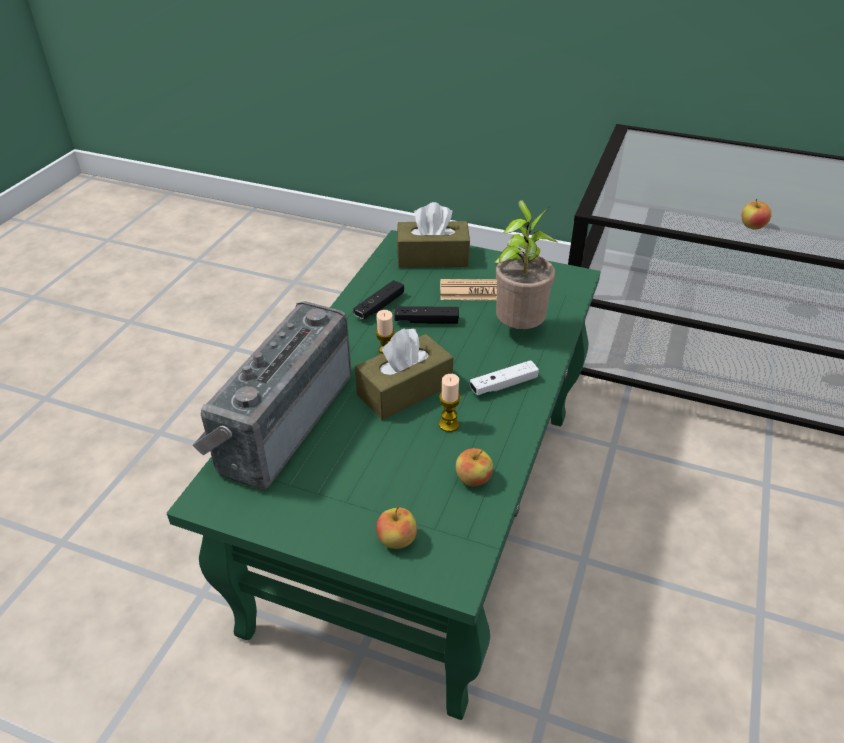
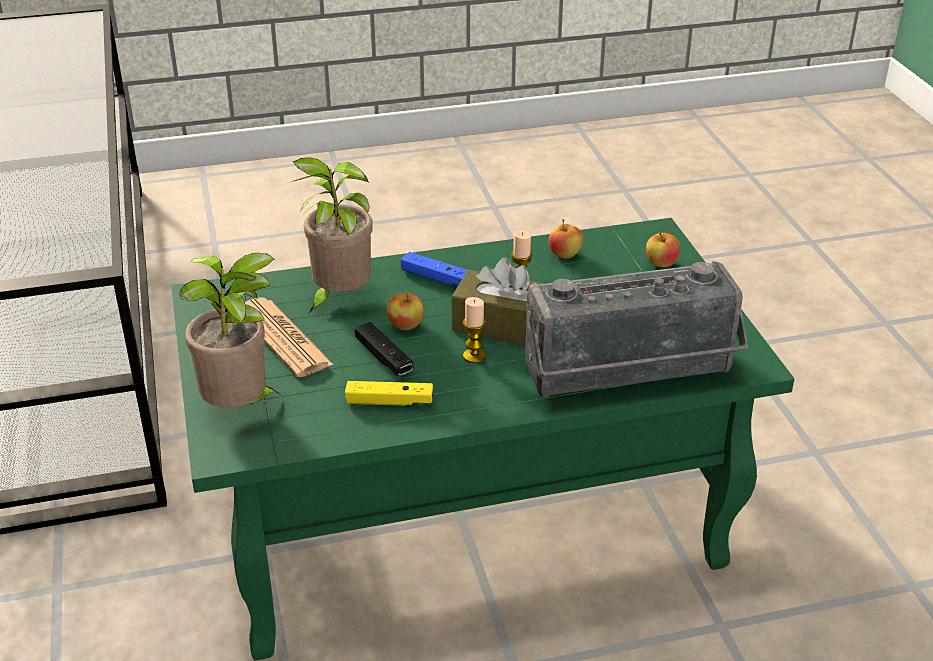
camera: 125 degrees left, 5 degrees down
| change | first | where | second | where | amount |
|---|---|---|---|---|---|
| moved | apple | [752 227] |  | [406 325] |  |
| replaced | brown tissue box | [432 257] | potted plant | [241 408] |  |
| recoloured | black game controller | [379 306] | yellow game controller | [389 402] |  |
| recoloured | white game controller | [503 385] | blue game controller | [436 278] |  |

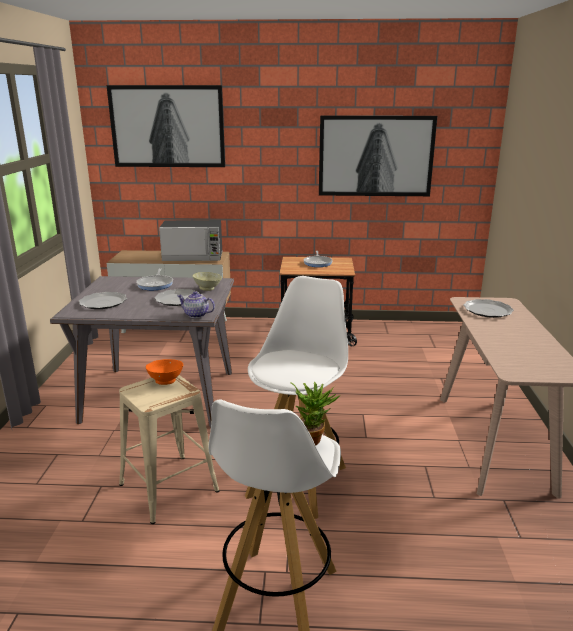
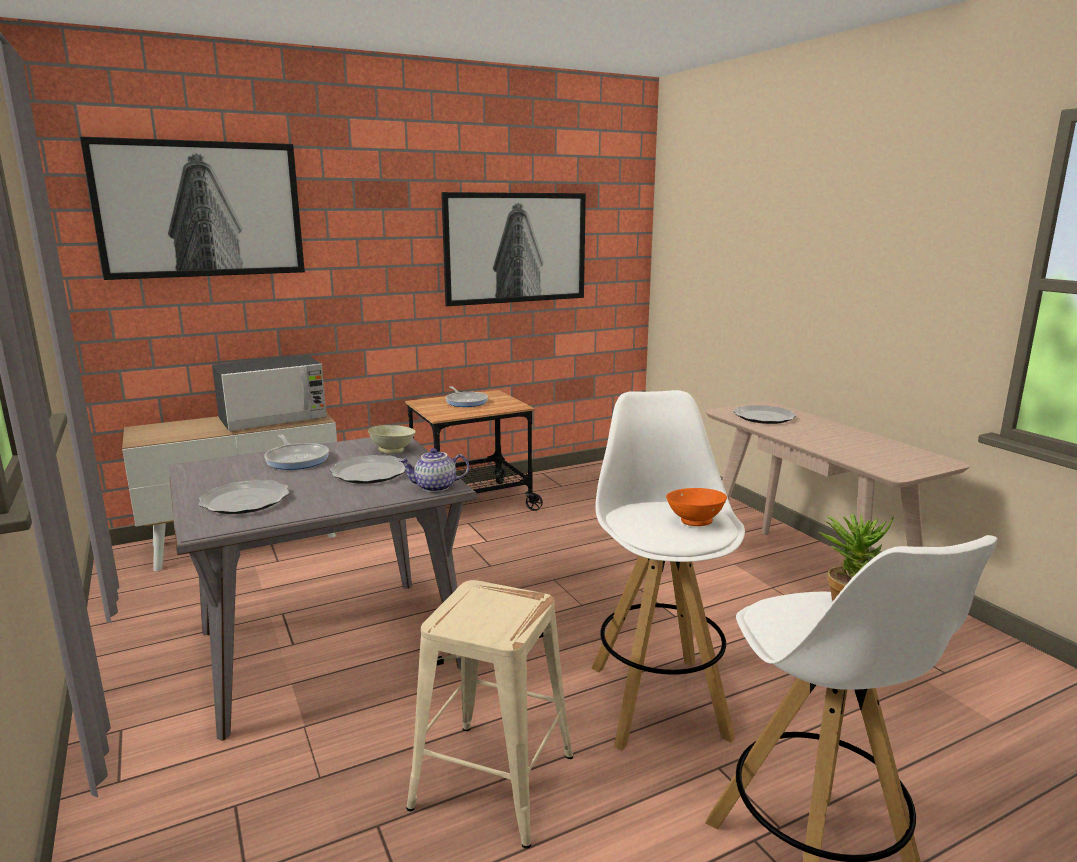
camera: 30 degrees left, 5 degrees down
| change | first | where | second | where | amount |
|---|---|---|---|---|---|
| moved | orange bowl | [166 381] |  | [695 521] |  |

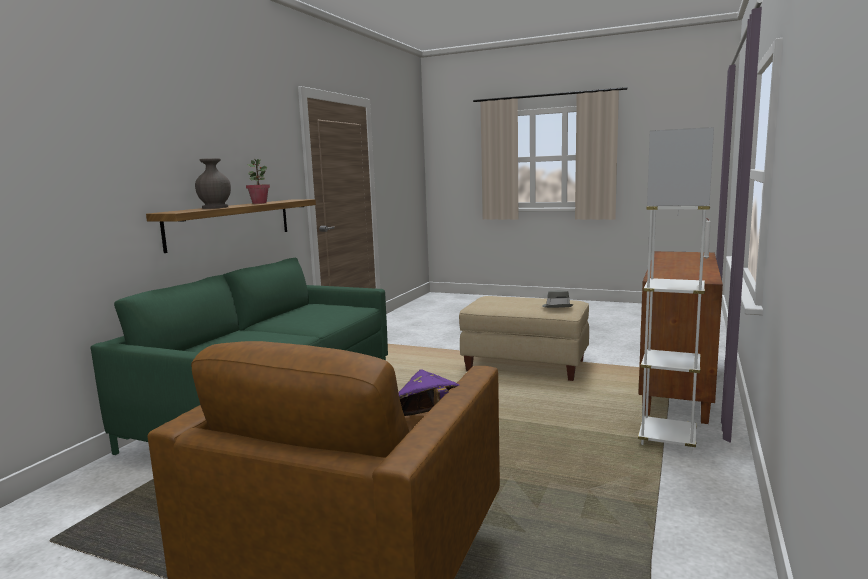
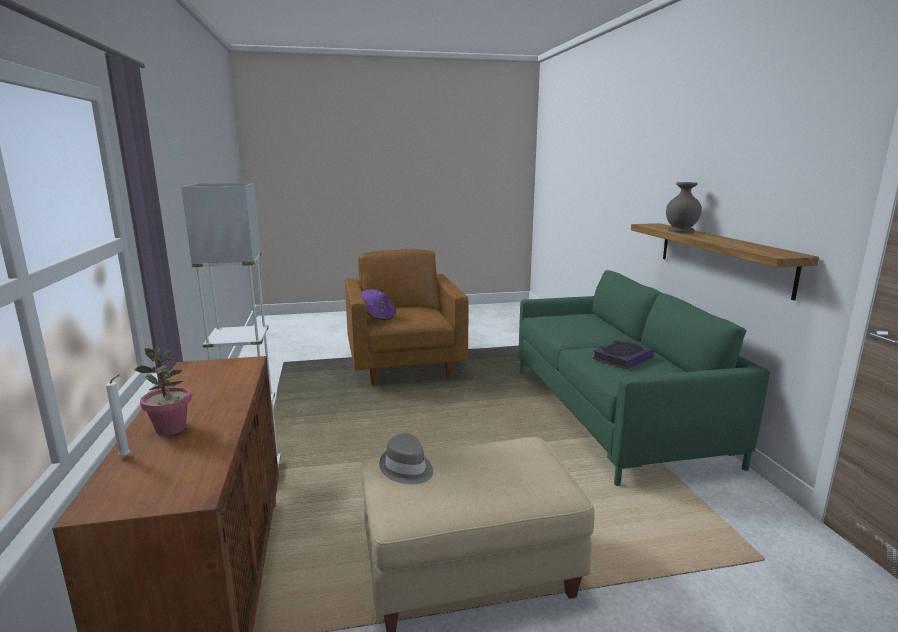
camera: 145 degrees right, 5 degrees up
| change | first | where | second | where | amount |
|---|---|---|---|---|---|
| added |  |  | book | [622 358] |  |
| moved | potted plant | [259 203] |  | [171 429] |  |

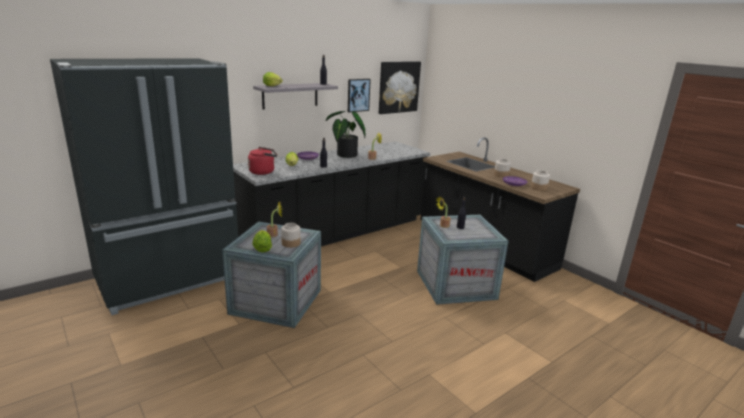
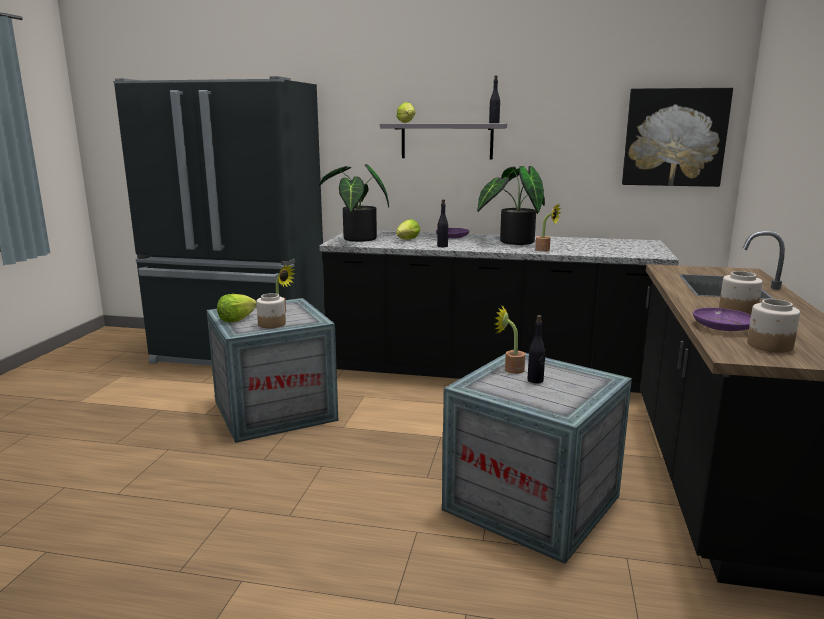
camera: 50 degrees right, 5 degrees down
| change | first | where | second | where | amount |
|---|---|---|---|---|---|
| removed | picture | [358 95] |  |  |  |
| replaced | red kettle | [263 172] | potted plant | [357 239] |  |

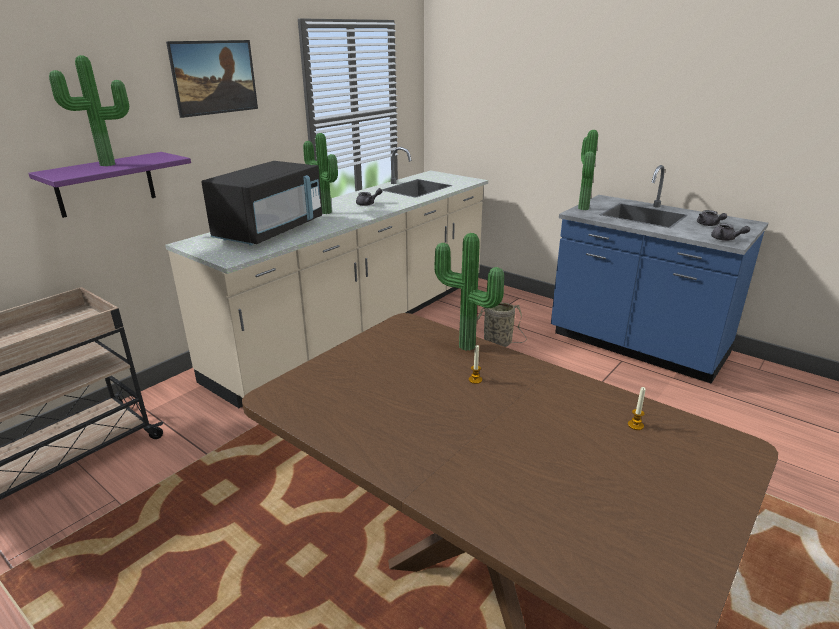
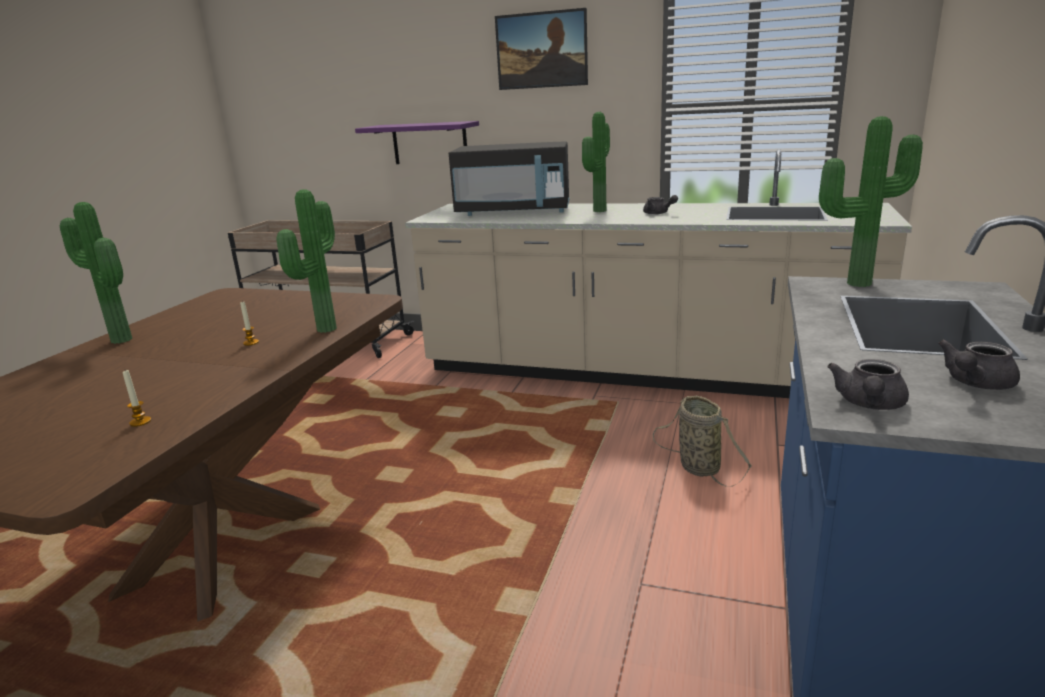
camera: 70 degrees right, 5 degrees down
| change | first | where | second | where | amount |
|---|---|---|---|---|---|
| moved | potted plant | [108 165] |  | [117 341] |  |

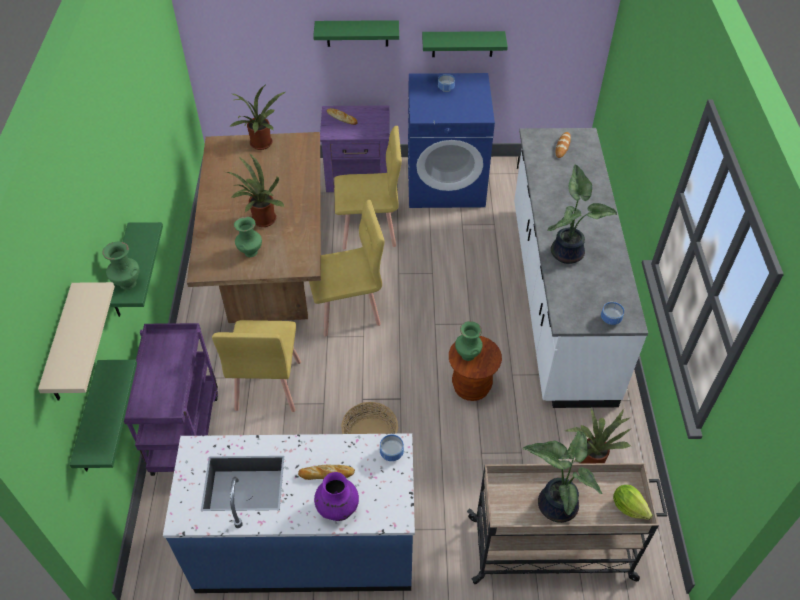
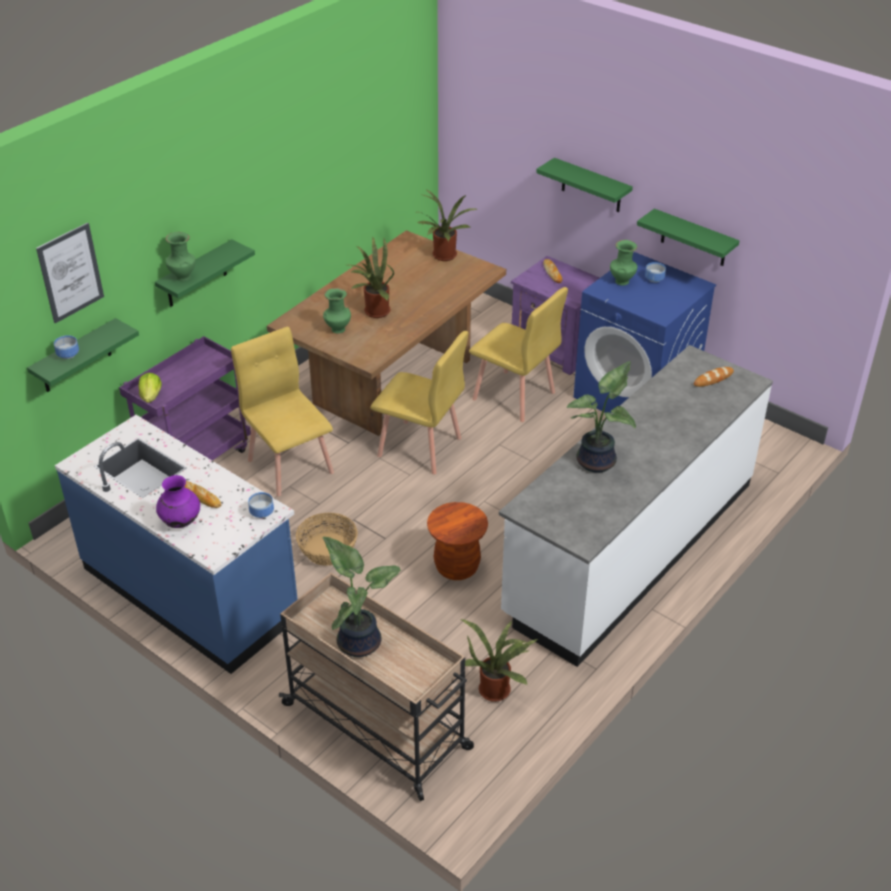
camera: 40 degrees right, 10 degrees down
| change | first | where | second | where | amount |
|---|---|---|---|---|---|
| moved | green vase | [467 355] |  | [621 281] |  |
| moved | bowl | [609 319] |  | [68 354] |  |
| moved | lettuce | [628 507] |  | [151 396] |  |
| replaced | beige shelf | [62 347] | picture | [70 272] |  |
| turned | yellow chair | [267 386] |  | [290 465] | 105 degrees clockwise |

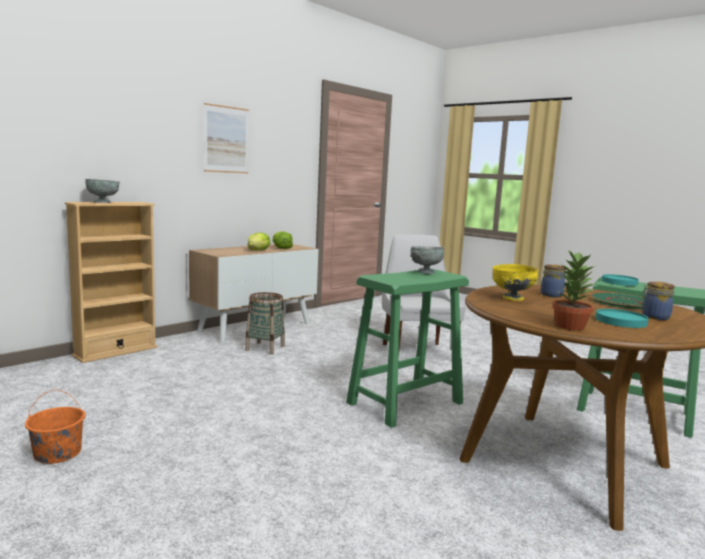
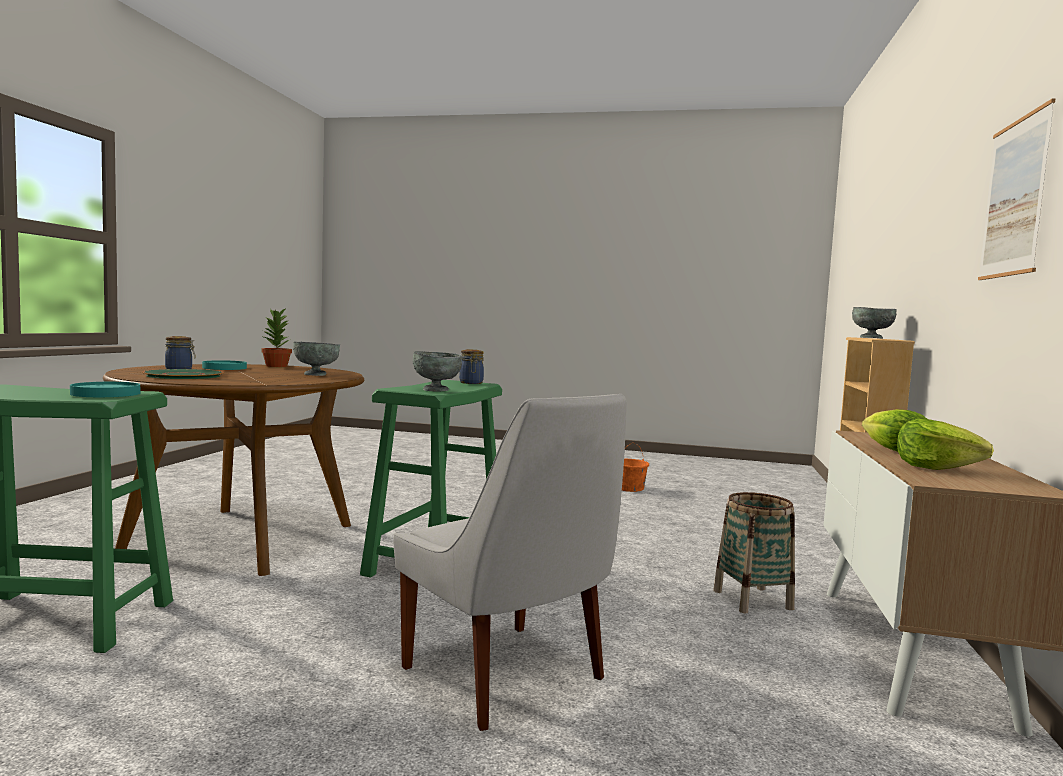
camera: 150 degrees right, 5 degrees down
| change | first | where | second | where | amount |
|---|---|---|---|---|---|
| moved | jar | [551 295] |  | [471 383] |  |
| recoloured | yellow bowl | [512 298] | grey bowl | [316 374] |  |

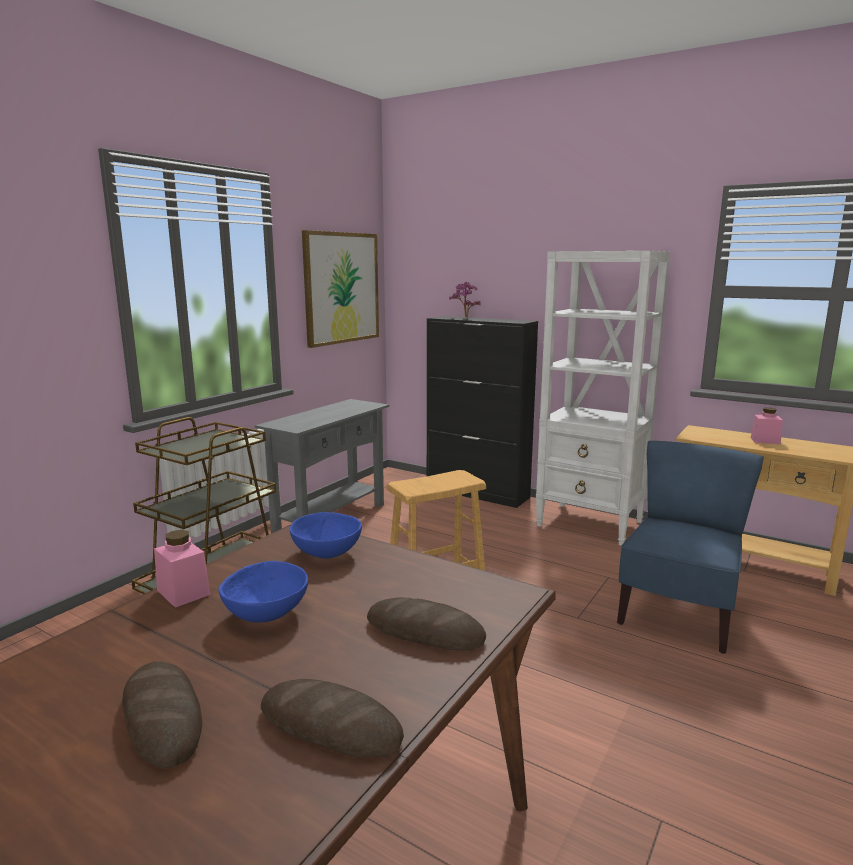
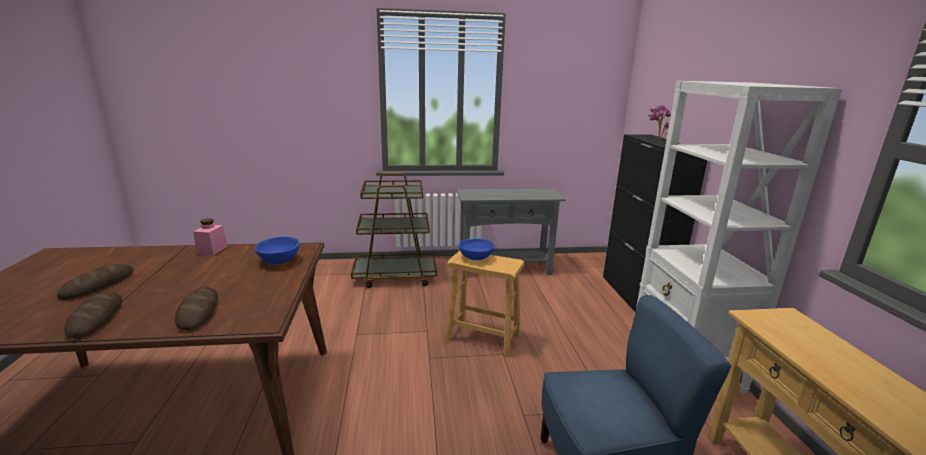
camera: 50 degrees right, 5 degrees up
| change | first | where | second | where | amount |
|---|---|---|---|---|---|
| removed | picture | [341 288] |  |  |  |
| removed | pink jar | [765 441] |  |  |  |
| moved | blue bowl | [266 614] |  | [475 258] |  |

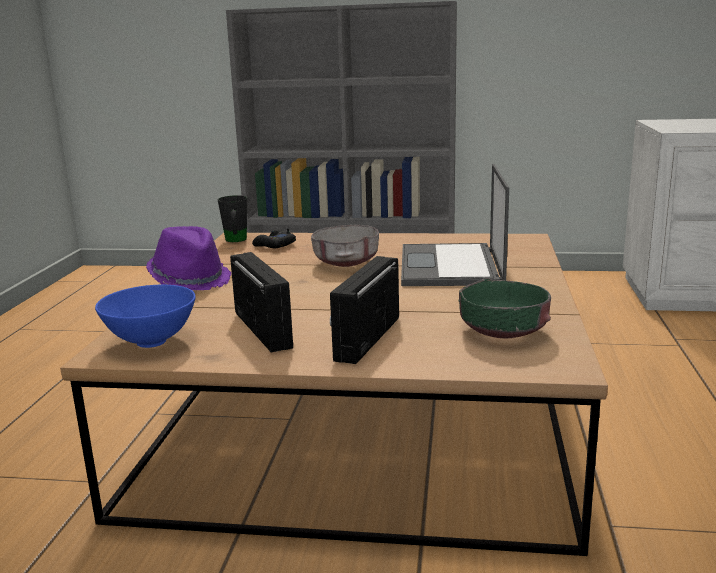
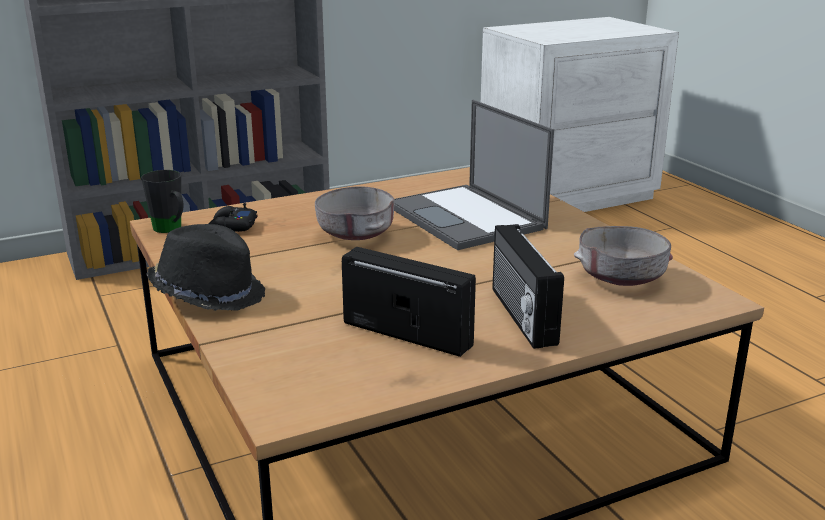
camera: 35 degrees left, 5 degrees up
| change | first | where | second | where | amount |
|---|---|---|---|---|---|
| removed | blue bowl | [150 341] |  |  |  |
| recoloured | purple hat | [190 280] | black hat | [209 294] |  |
| recoloured | green bowl | [503 332] | grey bowl | [621 278] |  |

